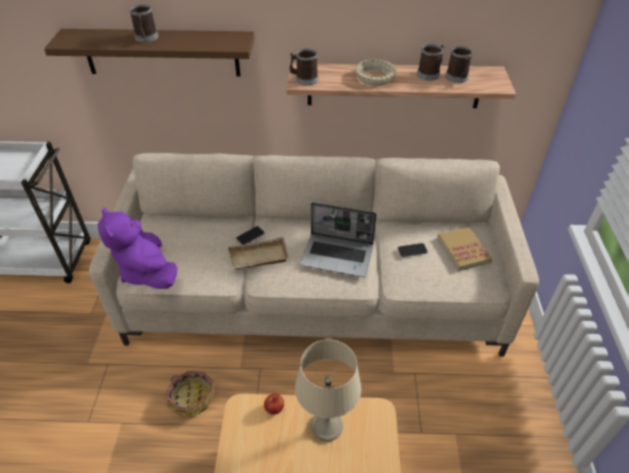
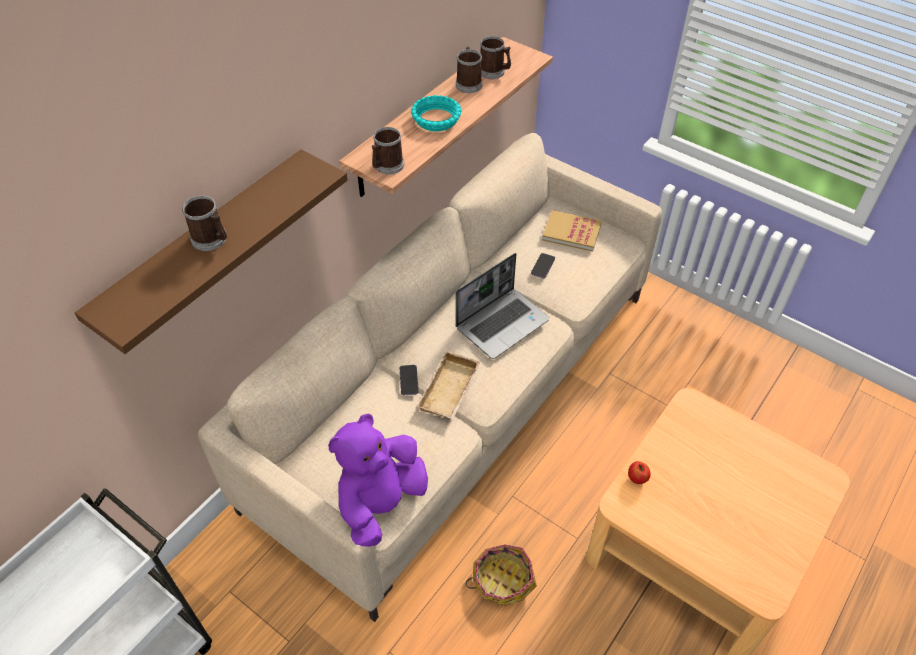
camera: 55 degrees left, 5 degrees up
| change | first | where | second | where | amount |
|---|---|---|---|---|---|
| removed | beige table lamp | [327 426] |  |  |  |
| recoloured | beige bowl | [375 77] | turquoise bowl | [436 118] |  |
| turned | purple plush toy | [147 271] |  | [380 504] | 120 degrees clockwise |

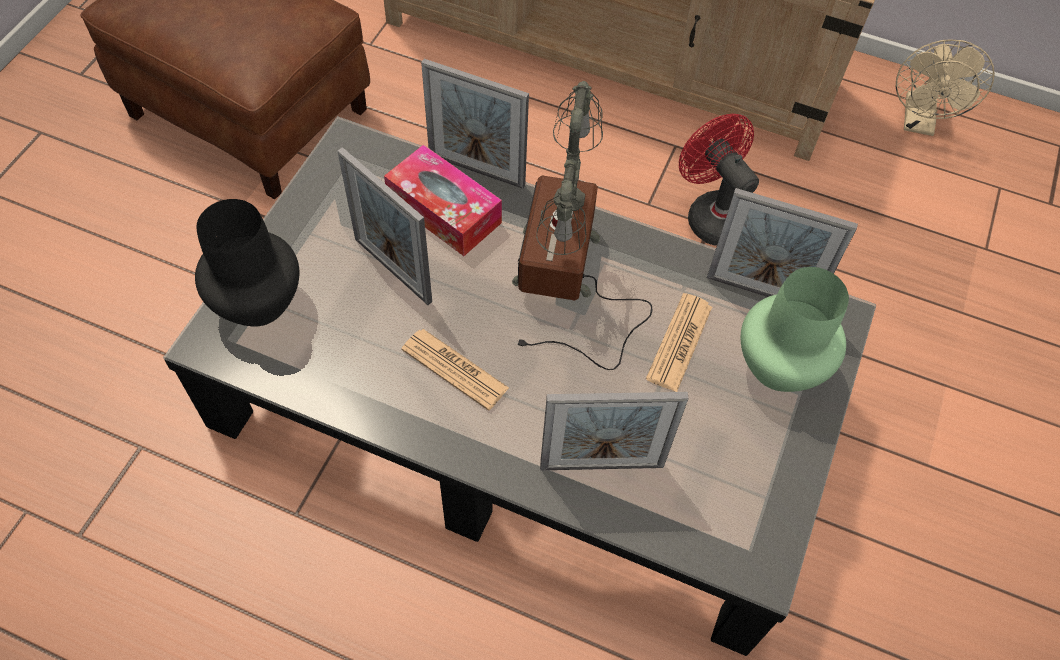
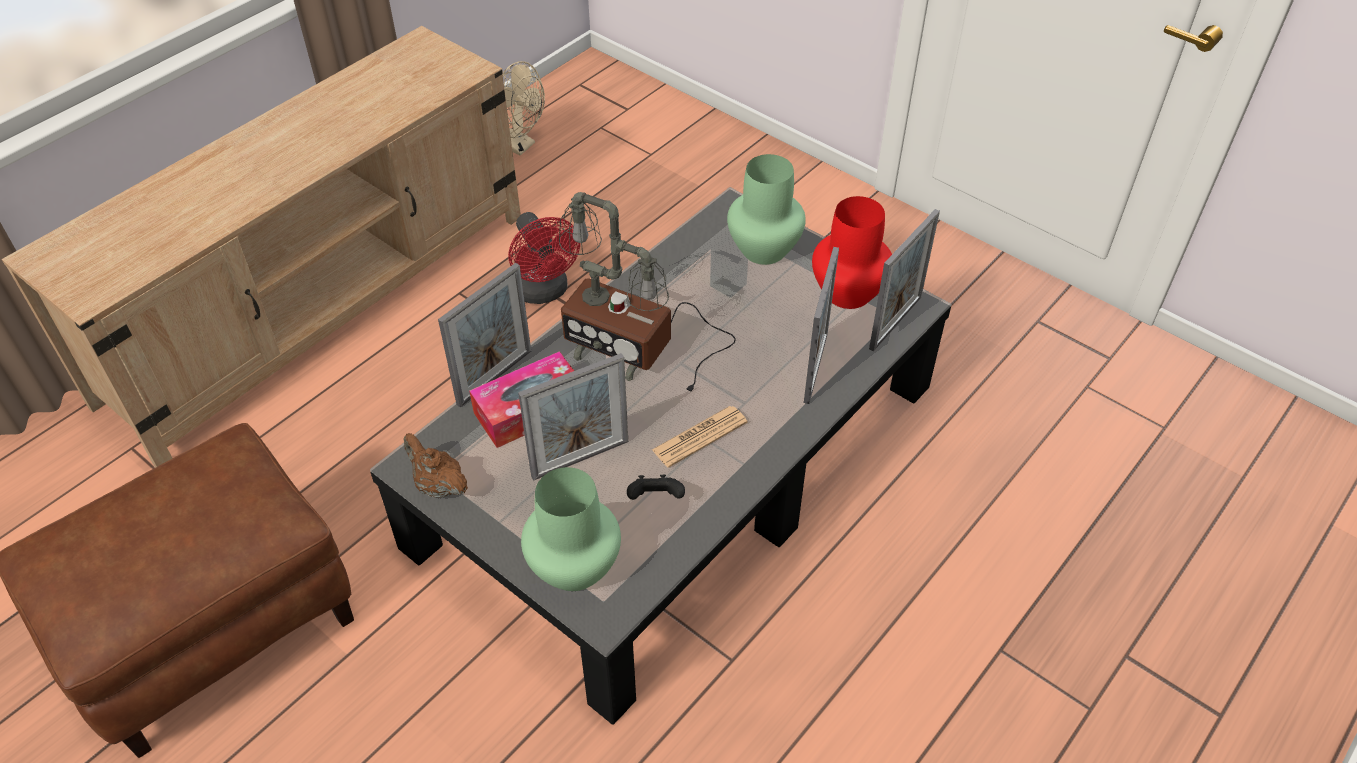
camera: 70 degrees left, 10 degrees down
| change | first | where | second | where | amount |
|---|---|---|---|---|---|
| removed | newspaper | [679 342] |  |  |  |
| added |  |  | brown teapot | [438 485] |  |
| added |  |  | black game controller | [656 498] |  |
| added |  |  | red vase | [849 292] |  |
| moved | picture frame | [760 292] |  | [895 322] |  |
| recoloured | black vase | [258 304] | green vase | [576 567] |  |
| turned | red fan | [711 214] |  | [544 292] | 105 degrees counterclockwise |

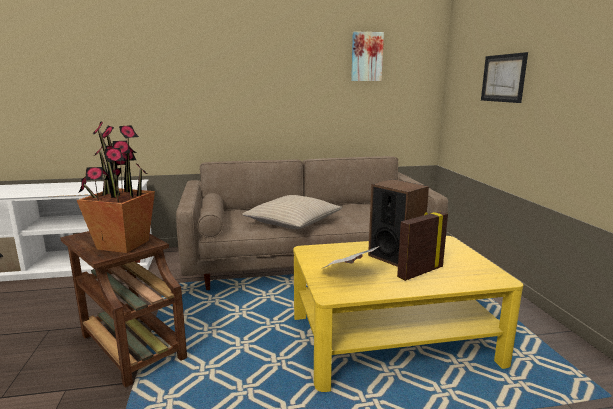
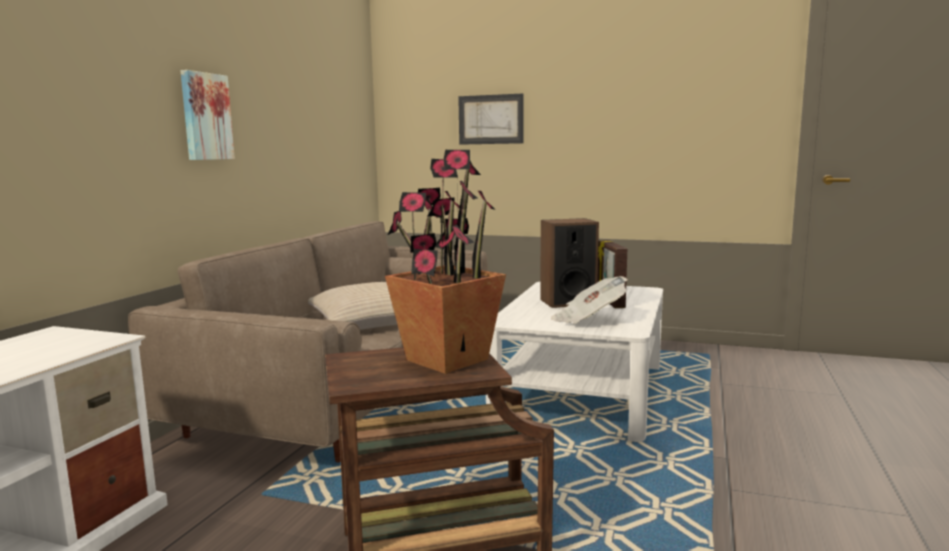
camera: 60 degrees left, 5 degrees down
| change | first | where | second | where | amount |
|---|---|---|---|---|---|
| moved | picture | [366 57] |  | [205 117] |  |
| recoloured | yellow coffee table | [392 338] | white coffee table | [581 391] |  |

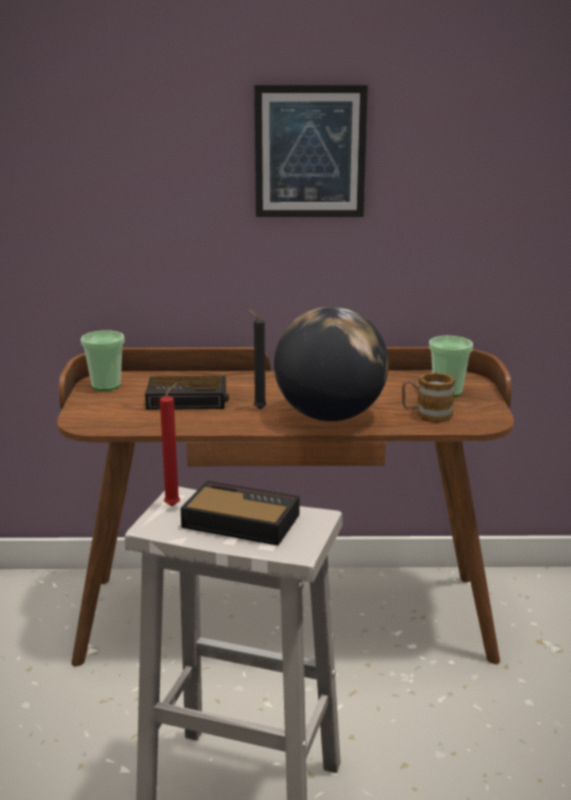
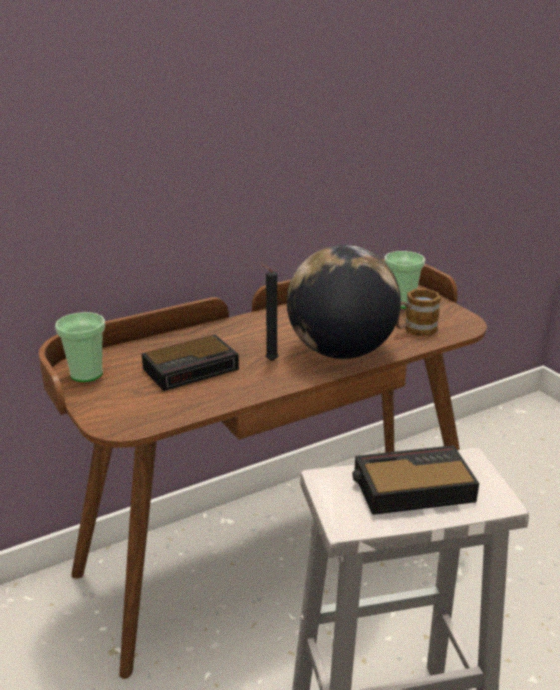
camera: 30 degrees left, 5 degrees up
| change | first | where | second | where | amount |
|---|---|---|---|---|---|
| removed | red candle | [174 505] |  |  |  |
| removed | picture | [310 152] |  |  |  |

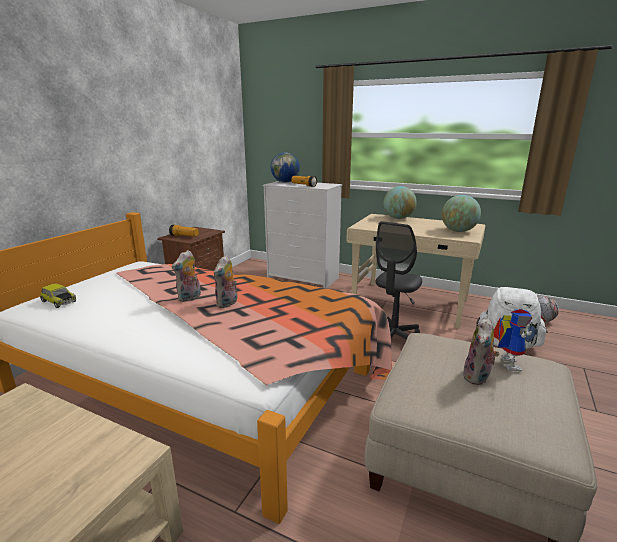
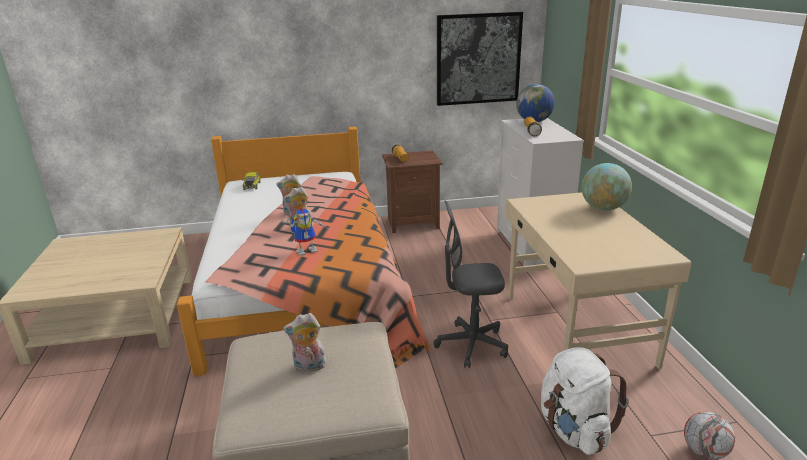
camera: 55 degrees right, 5 degrees up
| change | first | where | second | where | amount |
|---|---|---|---|---|---|
| removed | globe | [458 231] |  |  |  |
| added |  |  | picture | [478 59] |  |
| moved | toy robot | [505 362] |  | [307 250] |  |

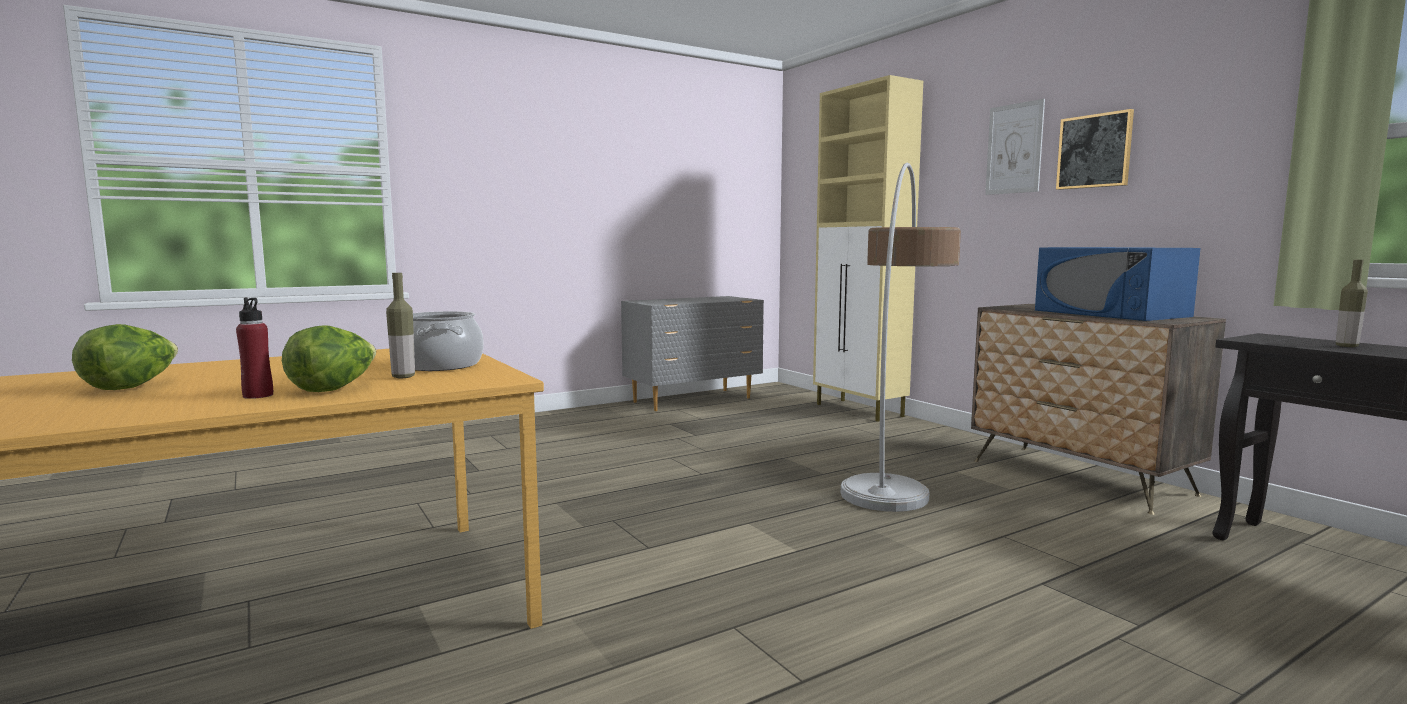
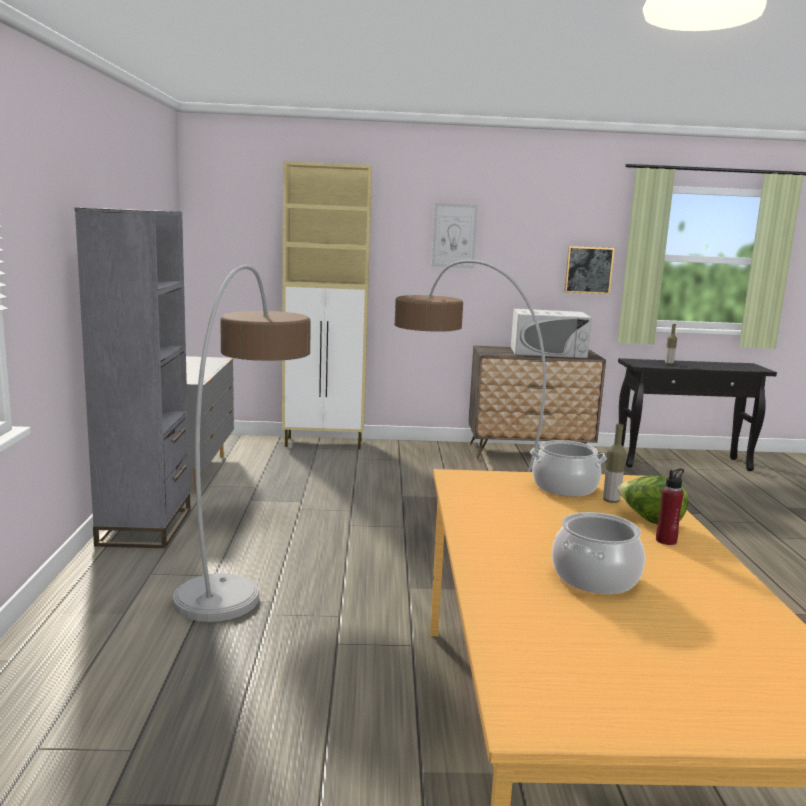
camera: 60 degrees left, 5 degrees up
| change | first | where | second | where | amount |
|---|---|---|---|---|---|
| added |  |  | grey bookcase | [145 527] |  |
| added |  |  | floor lamp | [248 552] |  |
| moved | picture | [1094 151] |  | [588 270] |  |
| replaced | lettuce | [132 386] | cooking pot | [596 578] |  |
| recoloured | blue microwave | [1110 313] | white microwave | [548 352] |  |

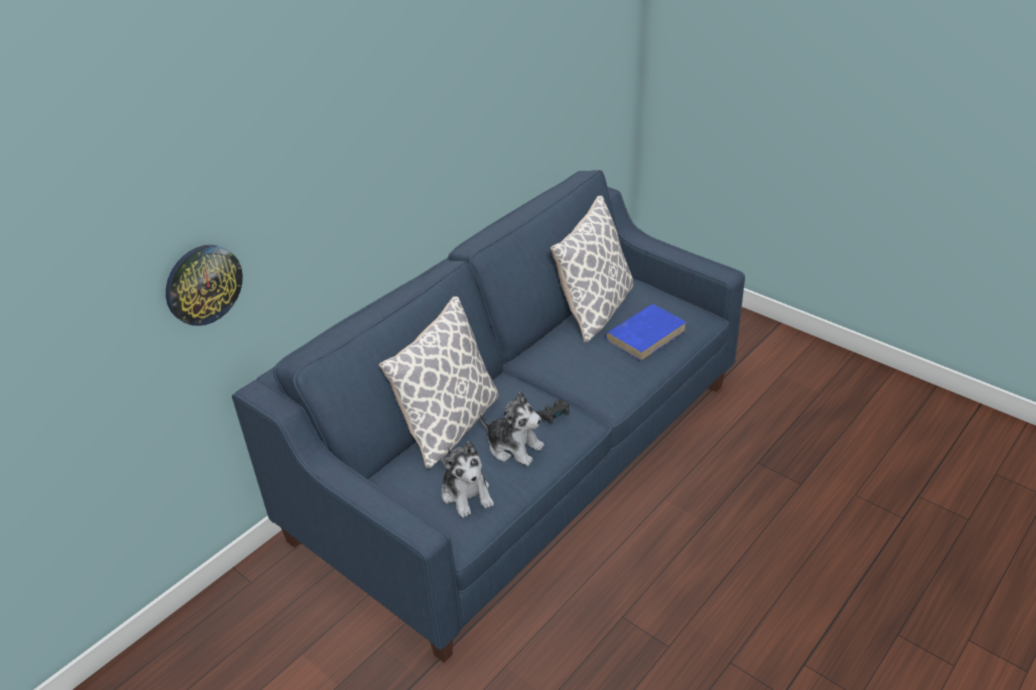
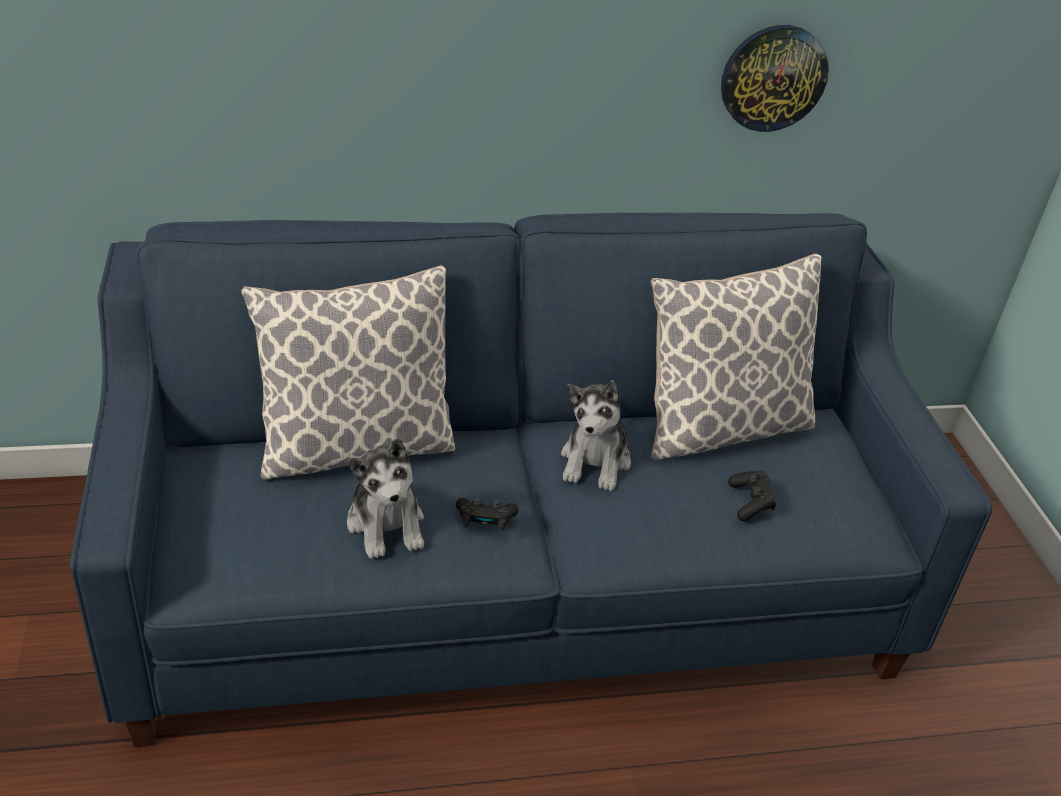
camera: 35 degrees right, 0 degrees up
| change | first | where | second | where | amount |
|---|---|---|---|---|---|
| moved | wall clock | [203 284] |  | [773 78] |  |
| moved | plush toy | [467 494] |  | [595 461] |  |
| replaced | blue book | [646 334] | black game controller | [750 502] |  |

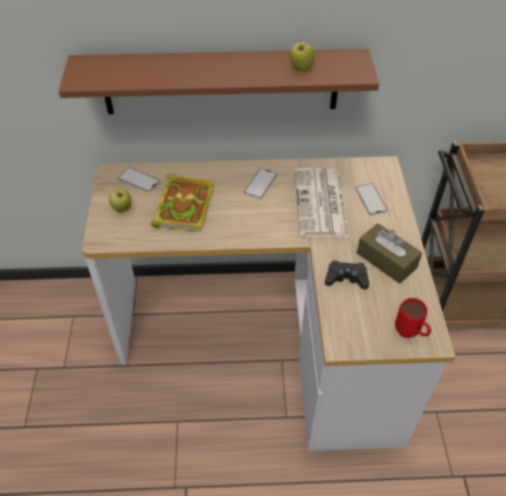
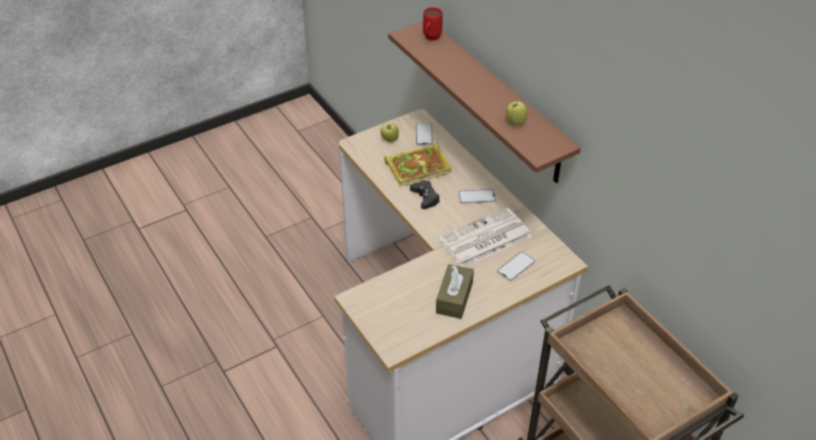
camera: 60 degrees right, 5 degrees down
| change | first | where | second | where | amount |
|---|---|---|---|---|---|
| moved | black game controller | [346 278] |  | [425 197] |  |
| moved | red mug | [410 334] |  | [430 39] |  |

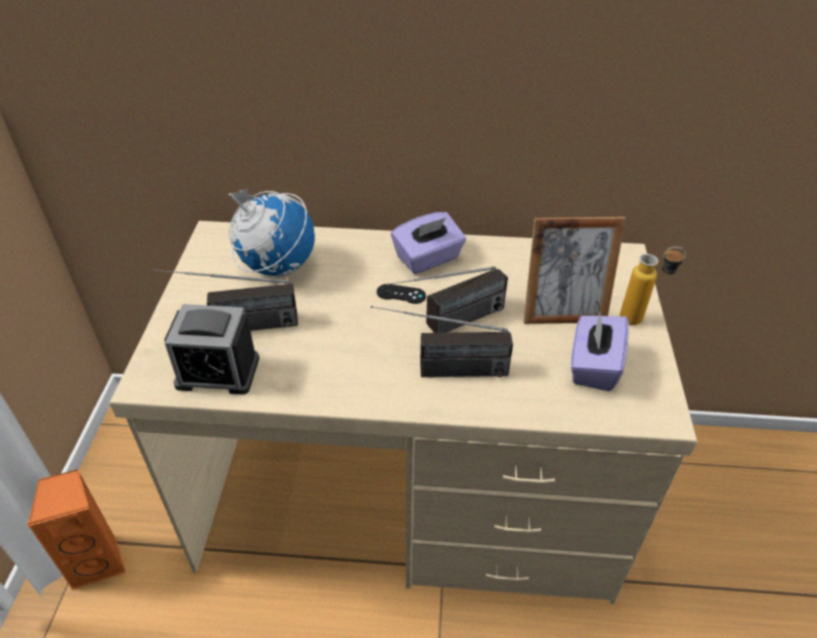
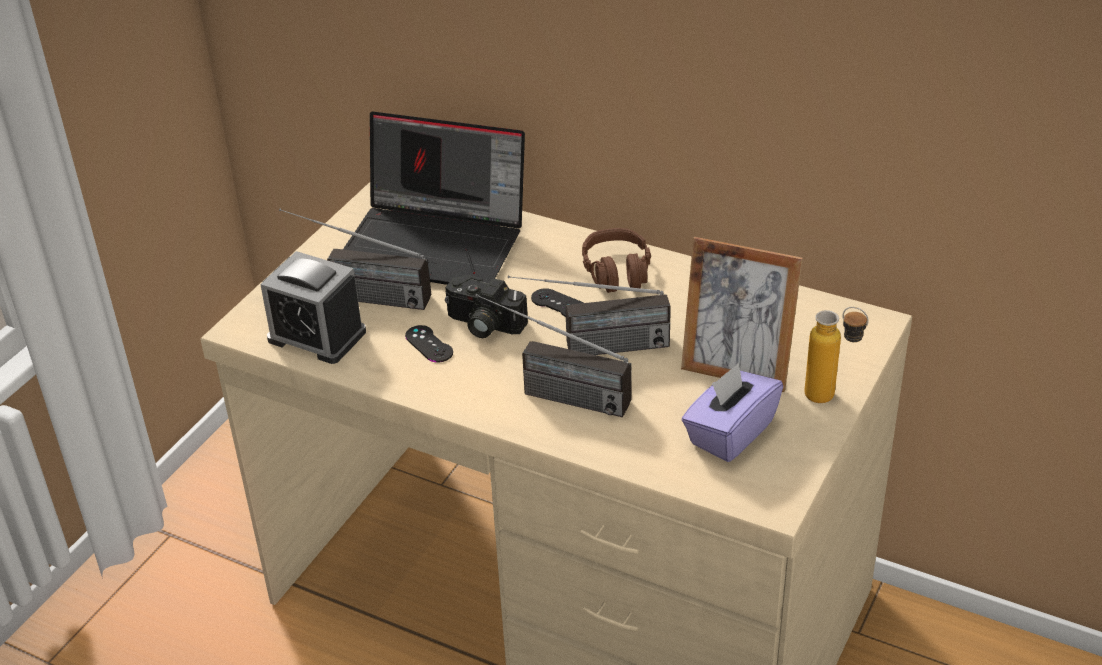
camera: 25 degrees right, 5 degrees down
| change | first | where | second | where | amount |
|---|---|---|---|---|---|
| removed | orange speaker | [99 561] |  |  |  |
| added |  |  | black game controller | [429 344] |  |
| added |  |  | photo camera | [483 324] |  |
| replaced | globe | [276 267] | laptop | [437 242] |  |
| replaced | purple tissue box | [428 259] | brown headphones | [617 272] |  |

